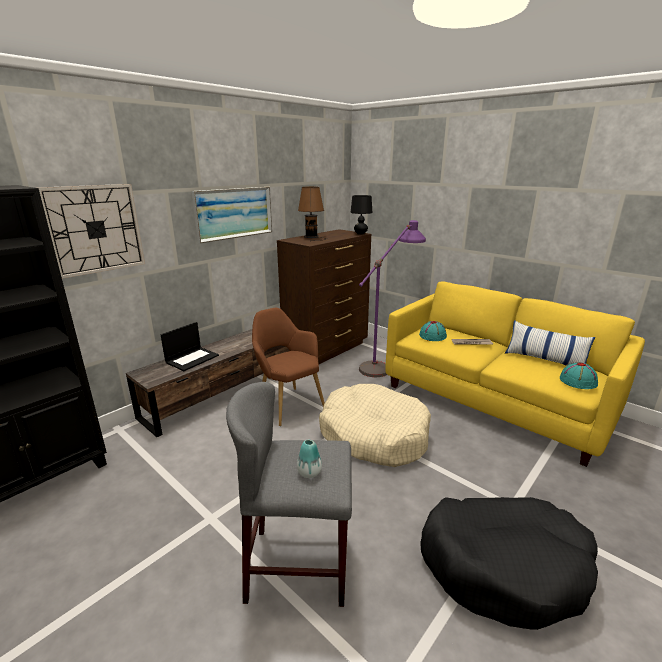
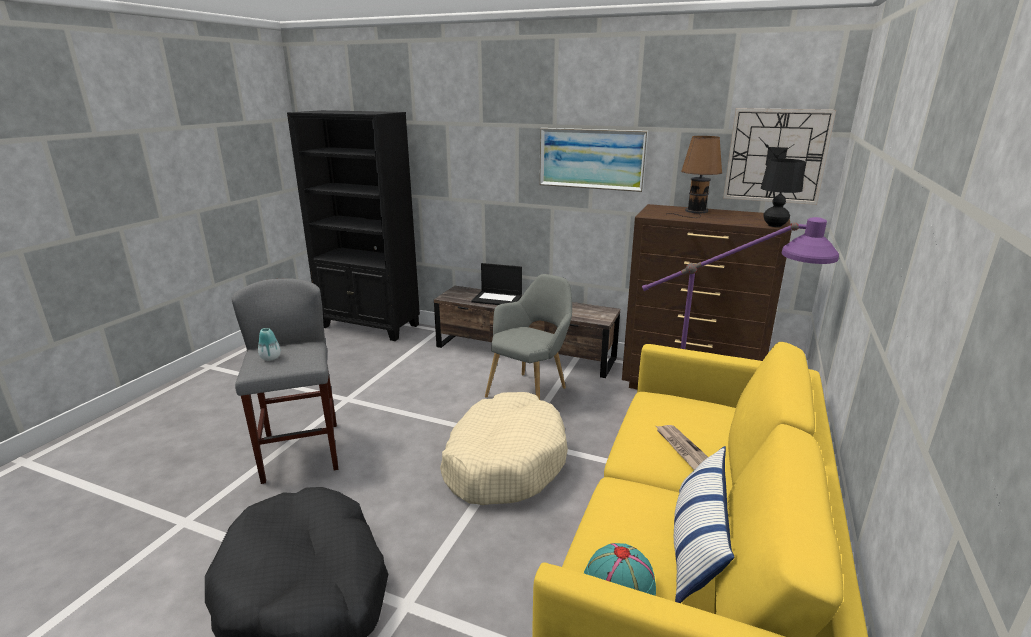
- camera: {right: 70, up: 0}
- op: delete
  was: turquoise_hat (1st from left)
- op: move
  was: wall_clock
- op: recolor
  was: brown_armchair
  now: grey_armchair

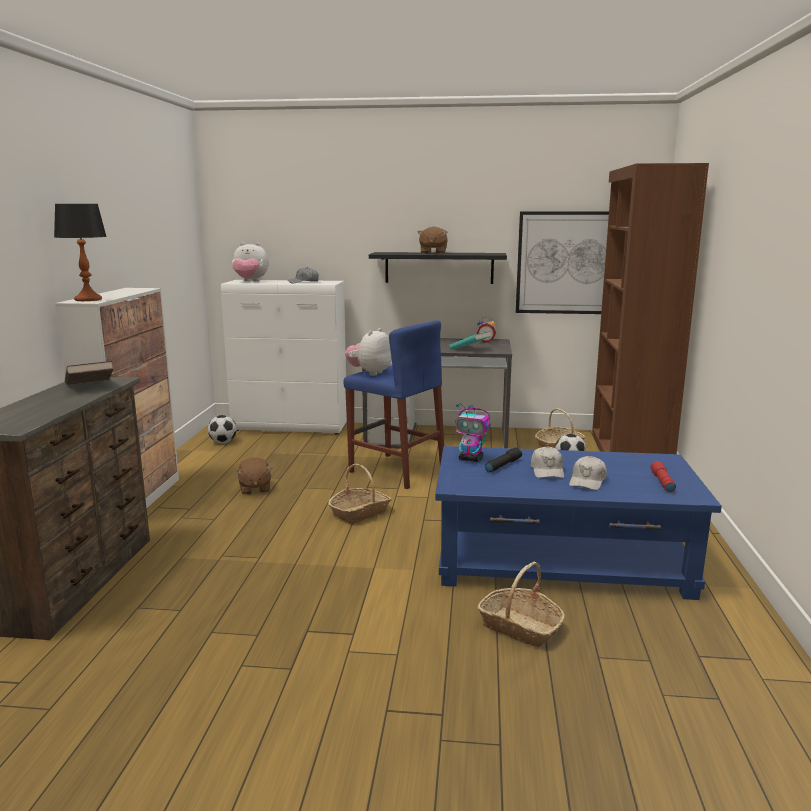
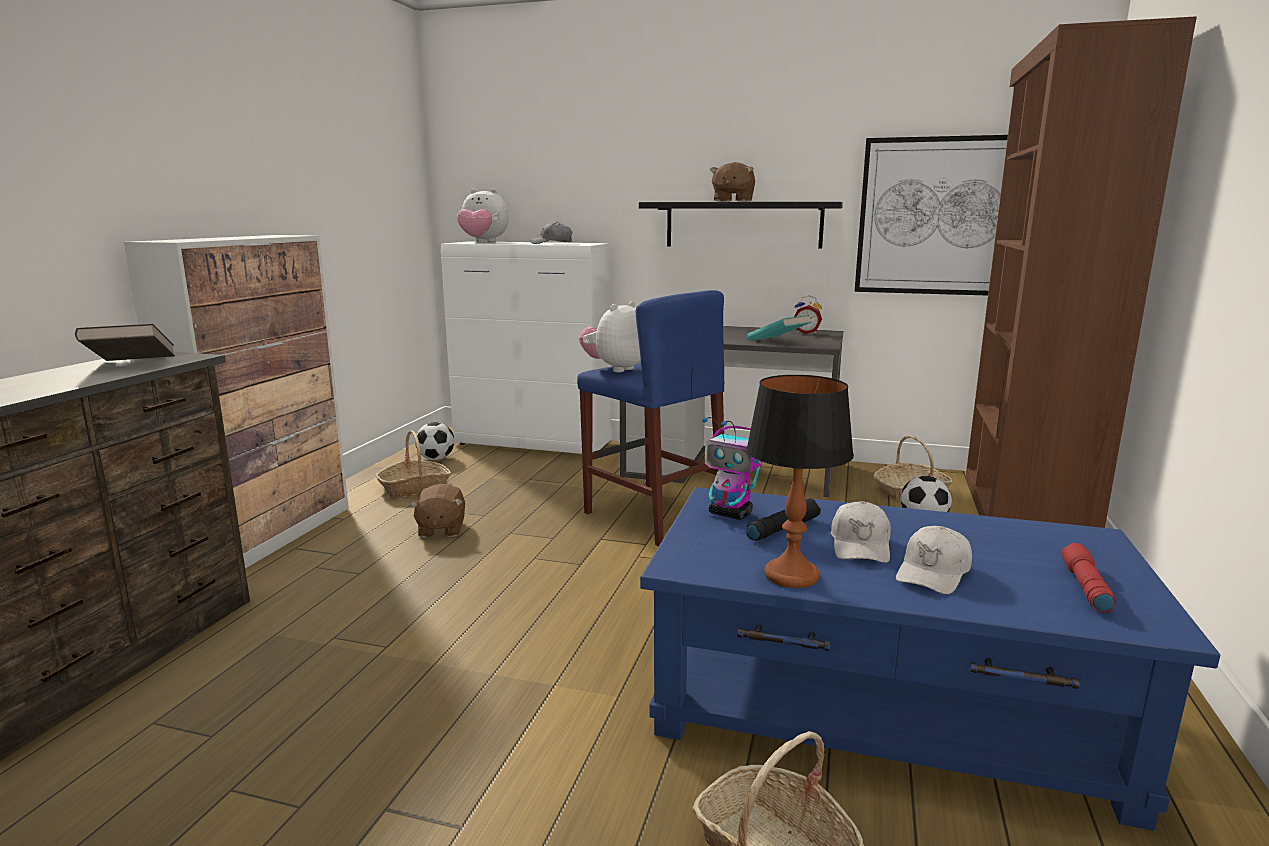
- camera: {right: 10, up: 0}
- op: move
  was: table_lamp
- op: move
  was: basket (1st from left)

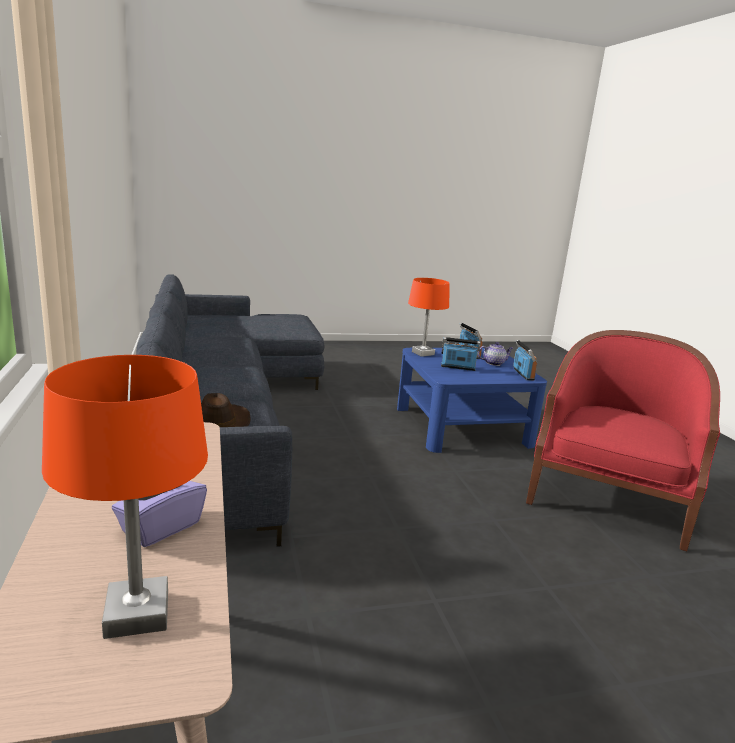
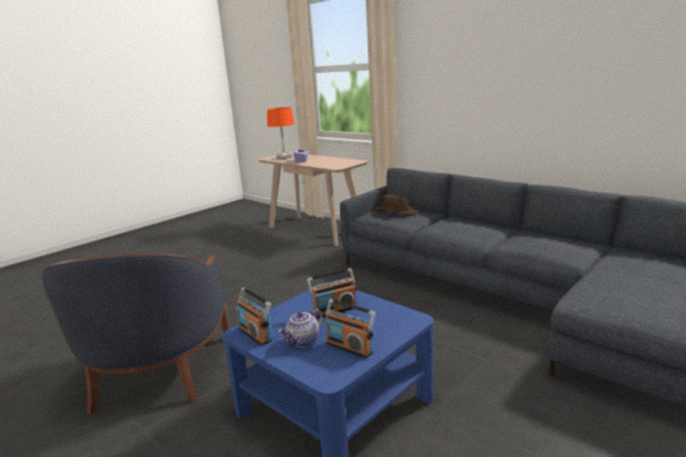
- camera: {right: 150, up: 0}
- op: delete
  was: orange_table_lamp (2nd from left)
- op: recolor
  was: red_armchair
  now: blue_armchair

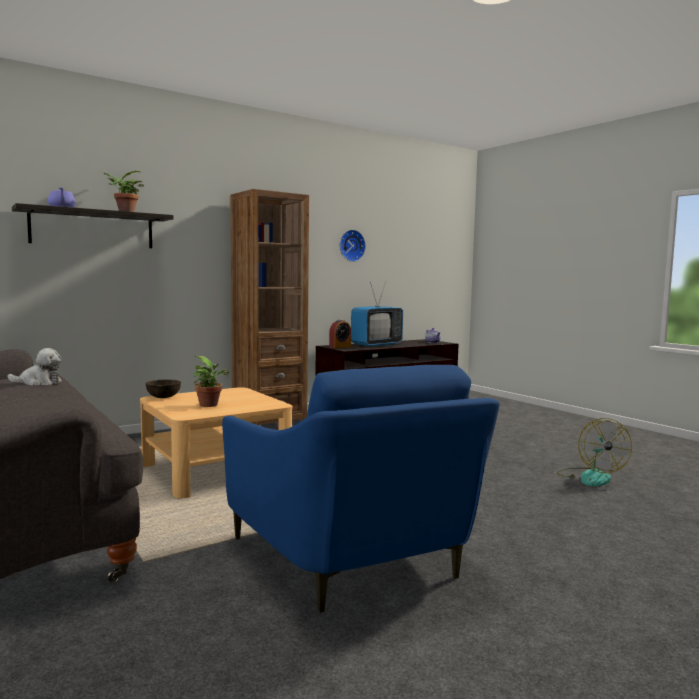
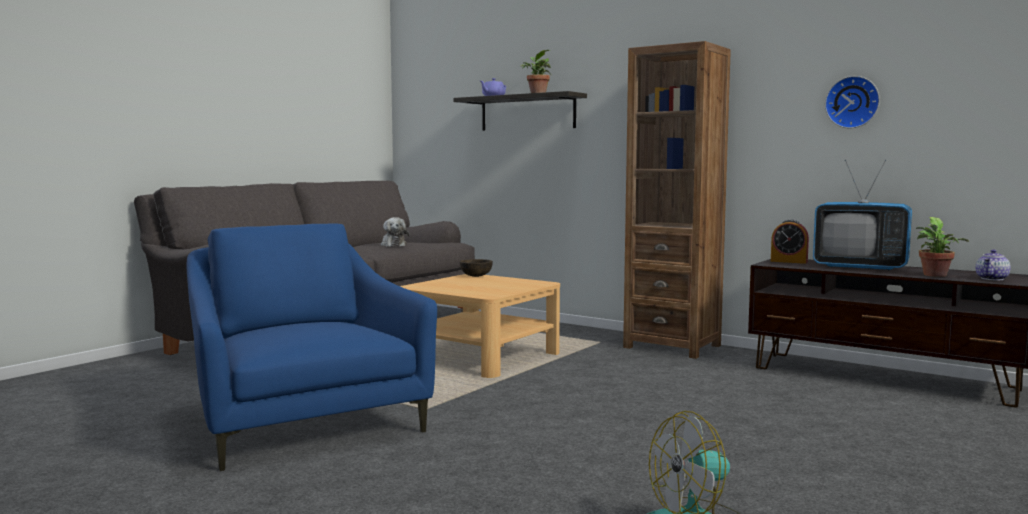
- camera: {right: 70, up: 0}
- op: move
  was: potted_plant (2nd from left)
- op: rotate
  was: blue_armchair
  clockwise: 105

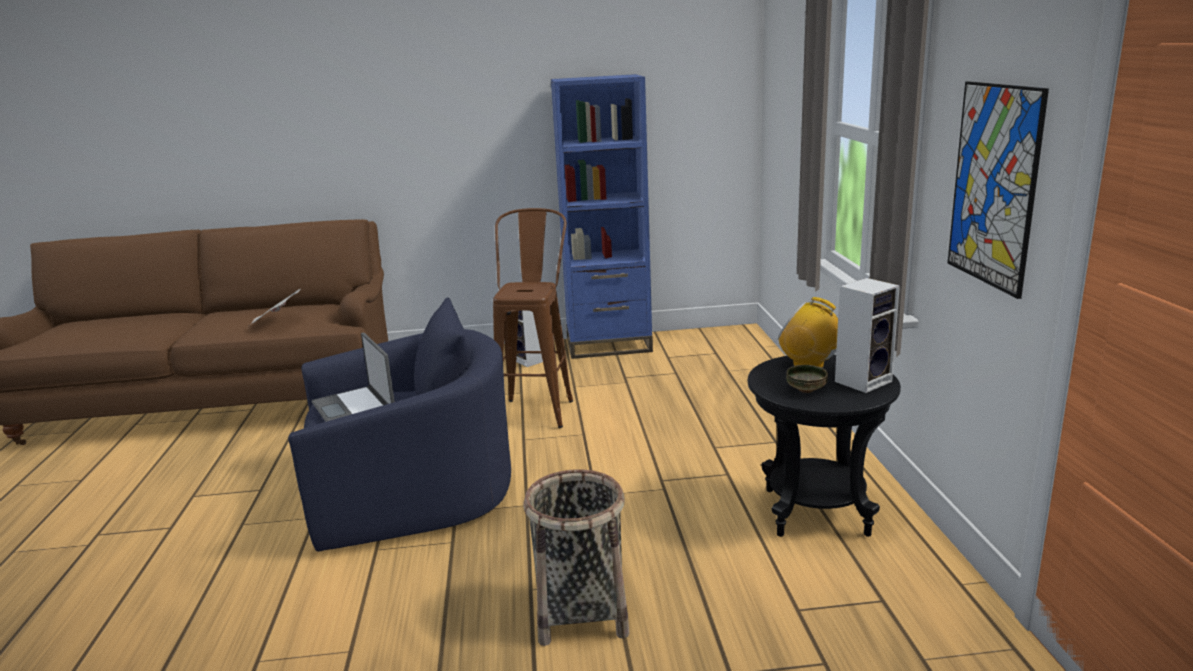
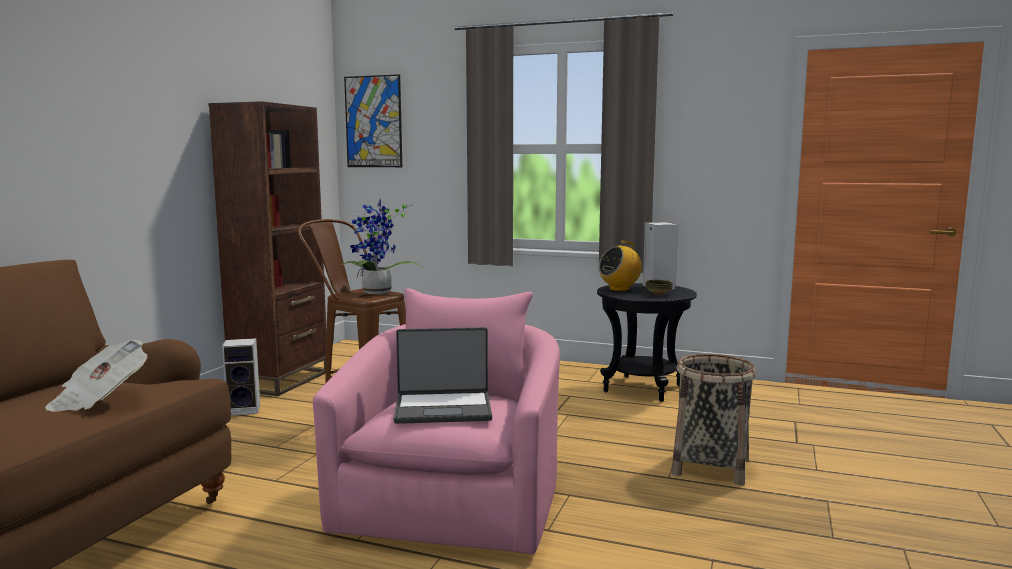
- camera: {right: -65, up: -10}
- op: insert
  now: potted_plant
- op: move
  was: picture
- op: recolor
  was: blue_armchair
  now: pink_armchair
- op: recolor
  was: blue_bookcase
  now: brown_bookcase

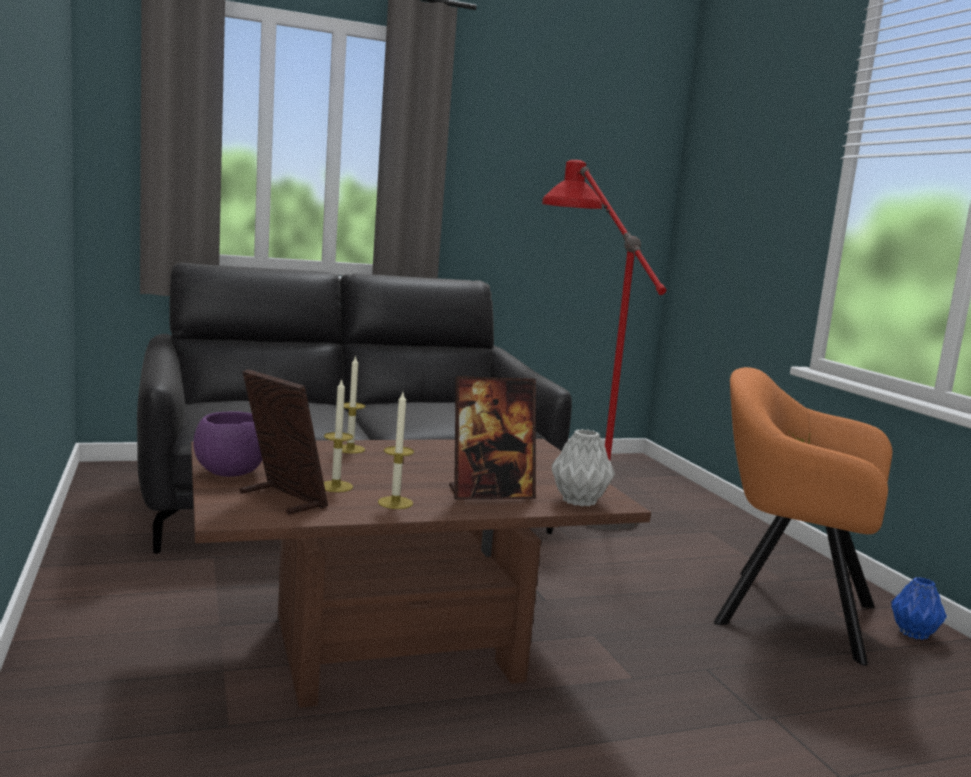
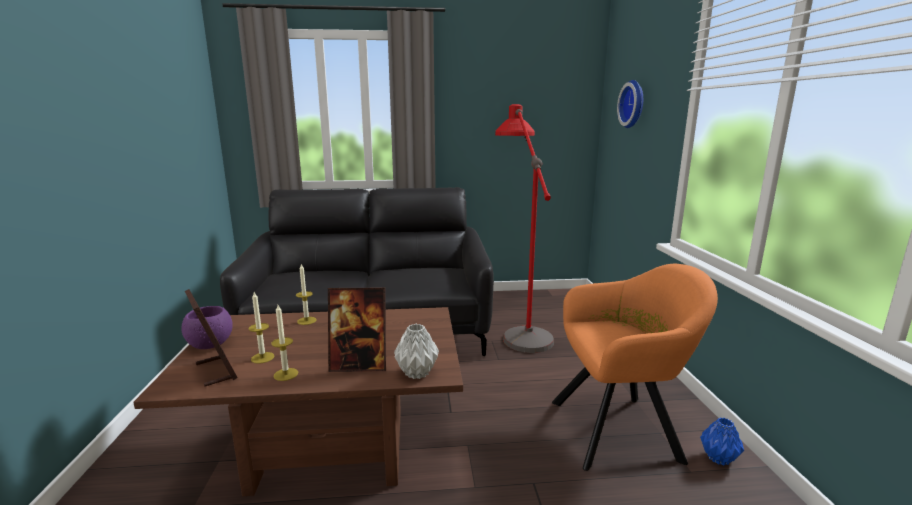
- camera: {right: 15, up: 5}
- op: insert
  now: wall_clock
- op: rotate
  was: orange_armchair
  clockwise: 135

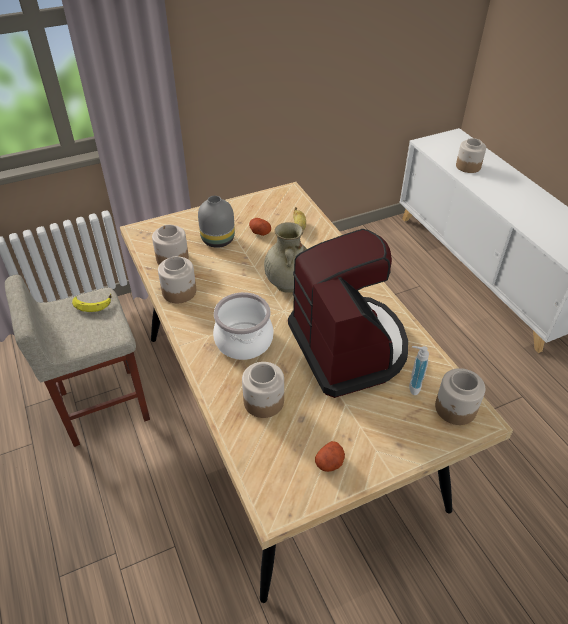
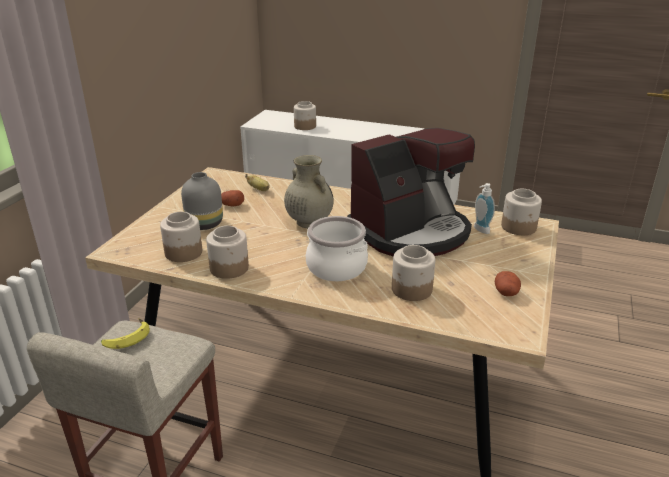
- camera: {right: -45, up: -15}
- op: rotate
  was: coffee_machine
  clockwise: 120

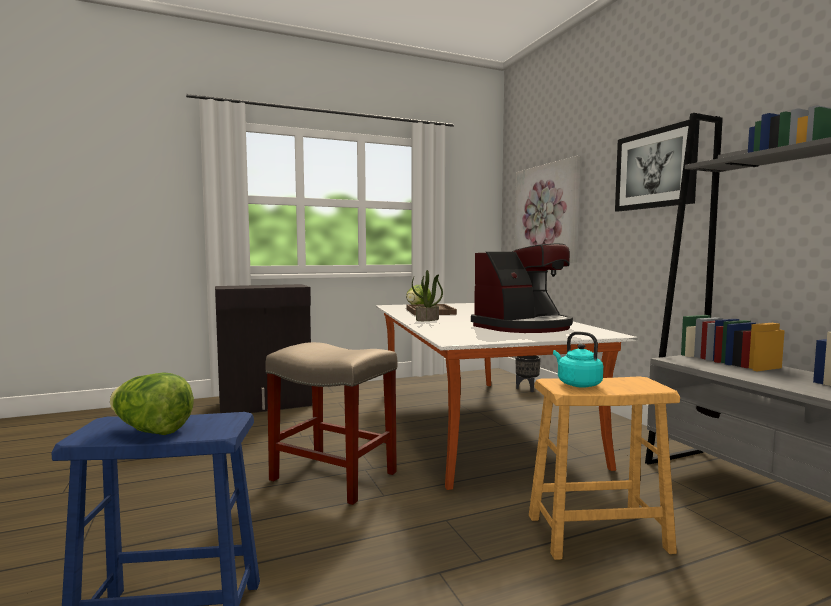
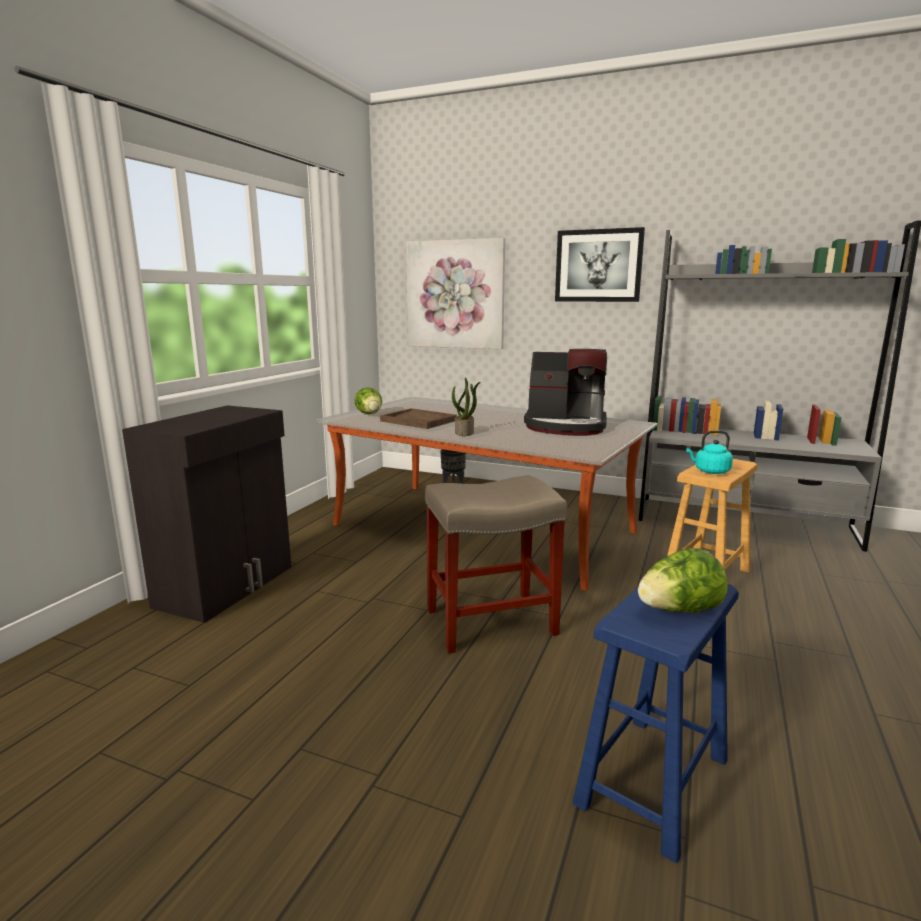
- camera: {right: -45, up: 10}
- op: rotate
  was: coffee_machine
  clockwise: 90

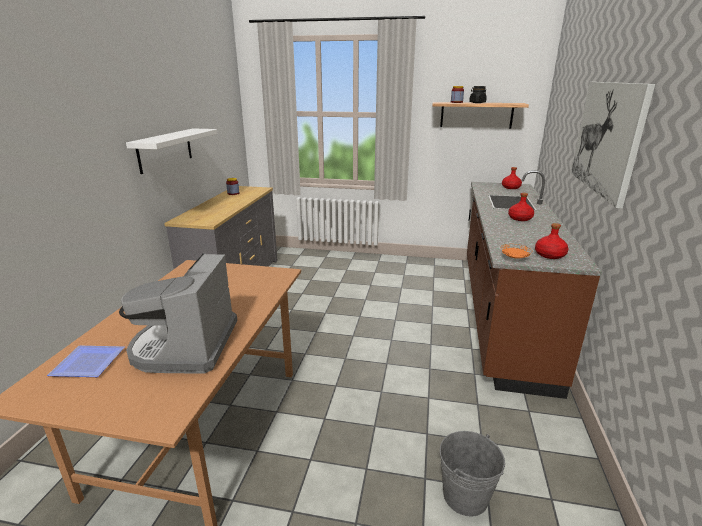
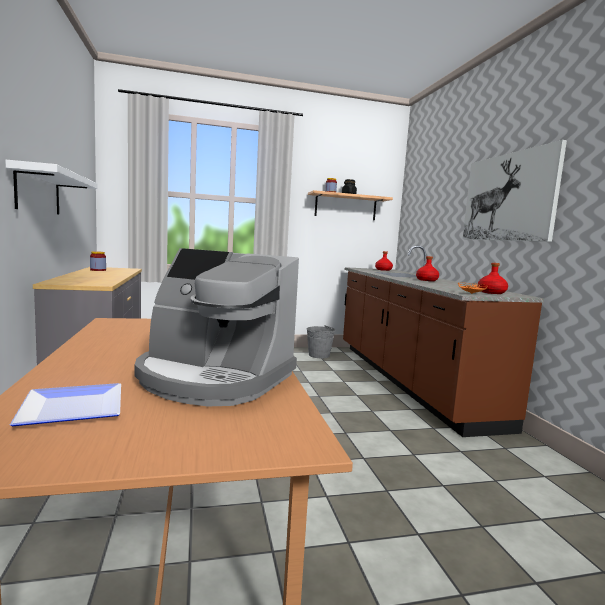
- camera: {right: -25, up: -15}
- op: move
  was: grey_bucket
- op: rotate
  was: coffee_machine
  clockwise: -45

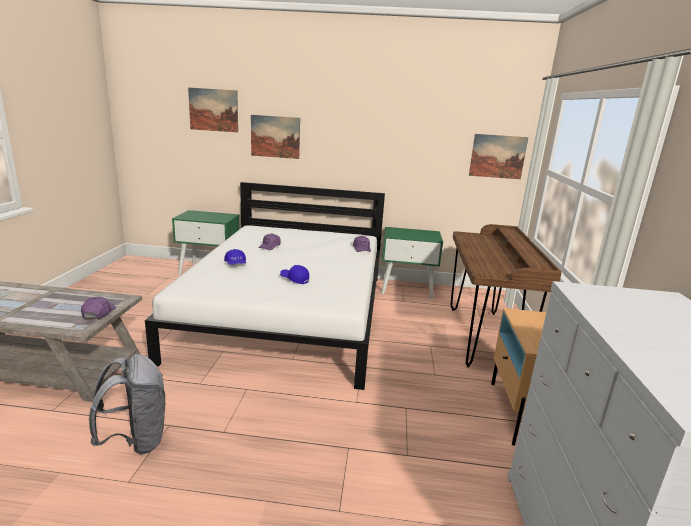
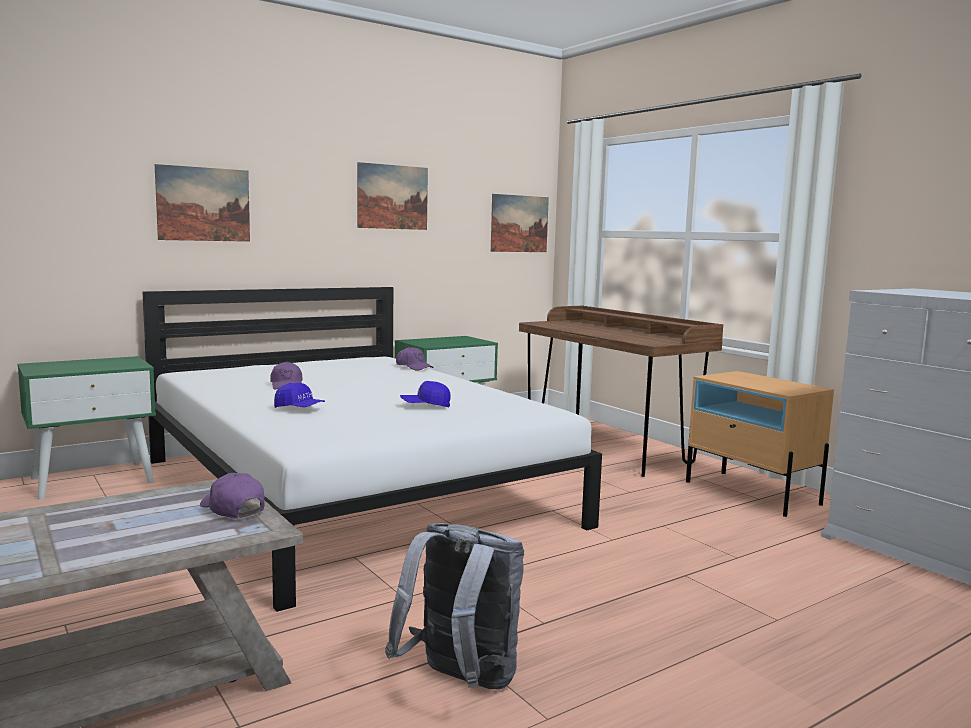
- camera: {right: -40, up: -10}
- op: move
  was: picture (1st from left in the first image)
  now: picture (2nd from left)

